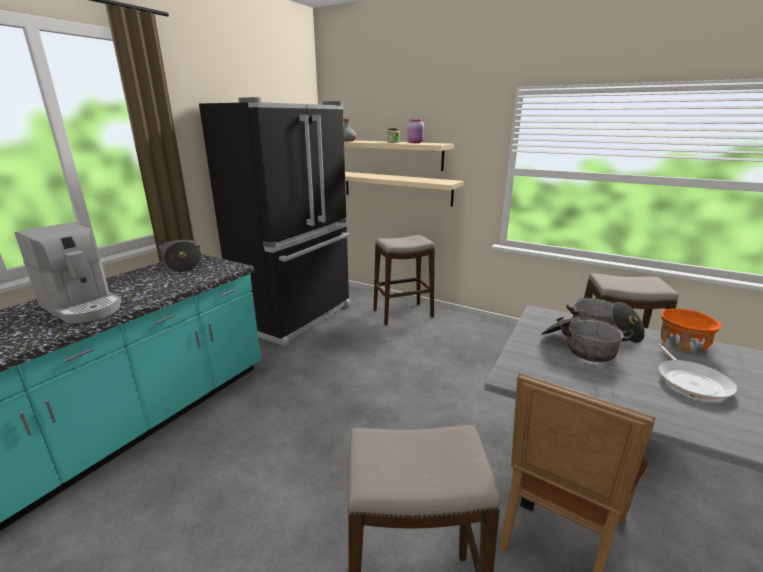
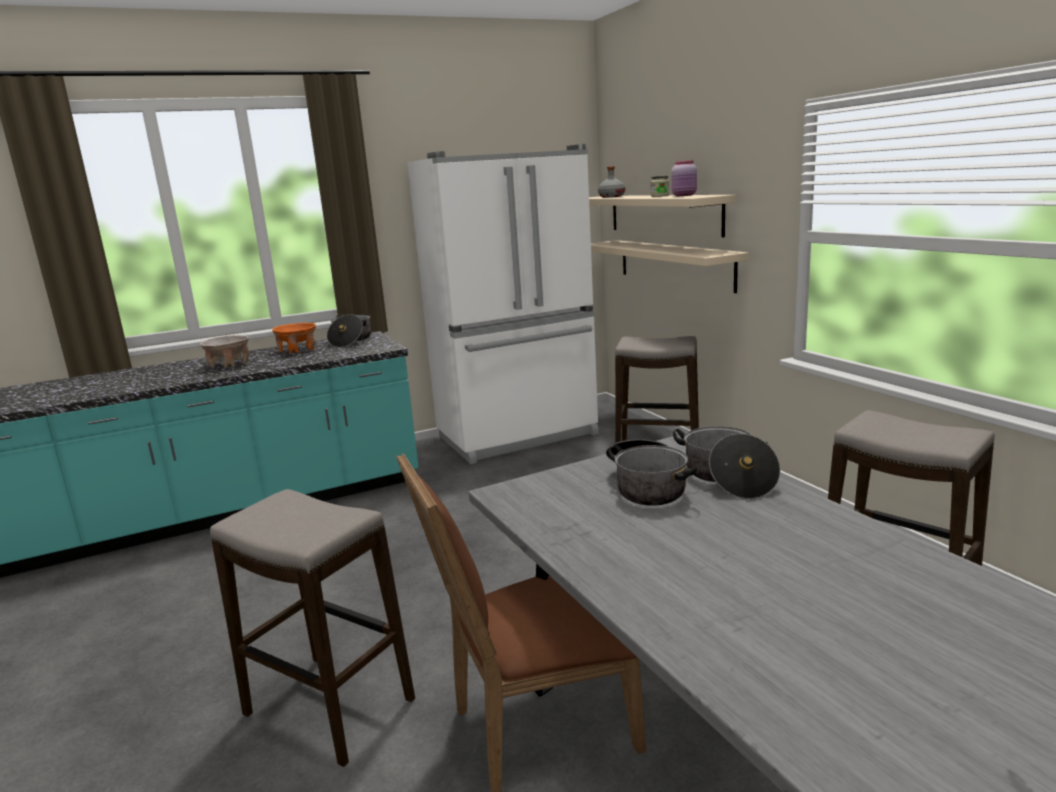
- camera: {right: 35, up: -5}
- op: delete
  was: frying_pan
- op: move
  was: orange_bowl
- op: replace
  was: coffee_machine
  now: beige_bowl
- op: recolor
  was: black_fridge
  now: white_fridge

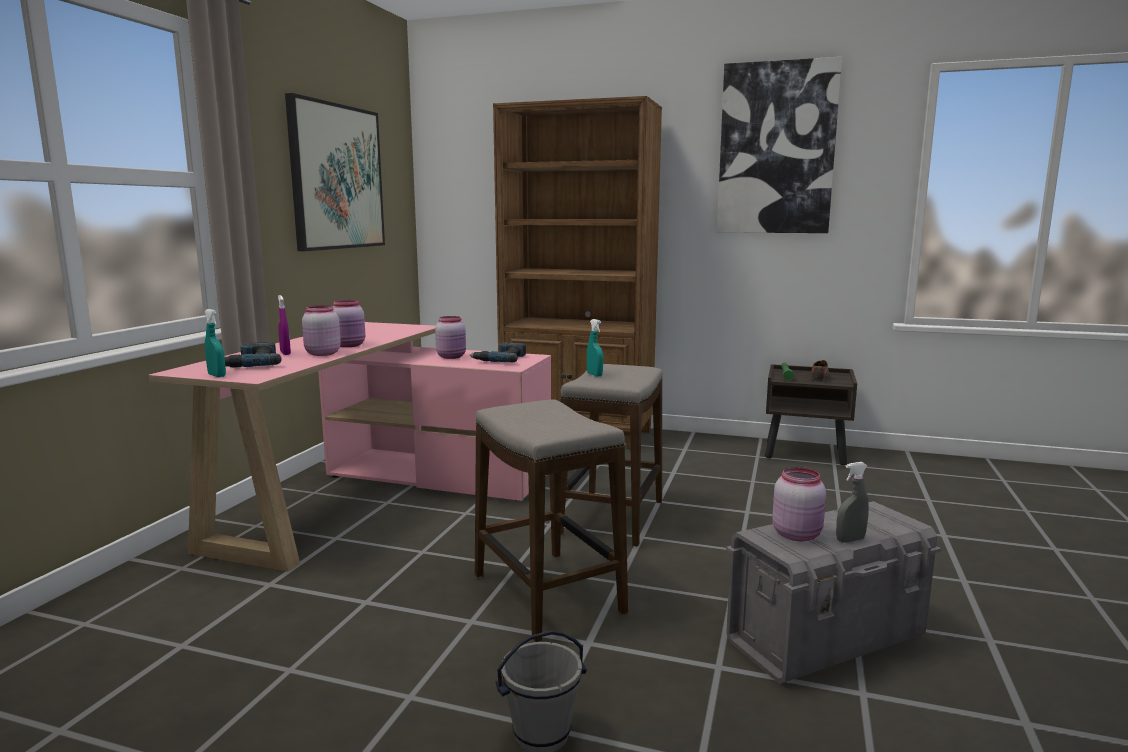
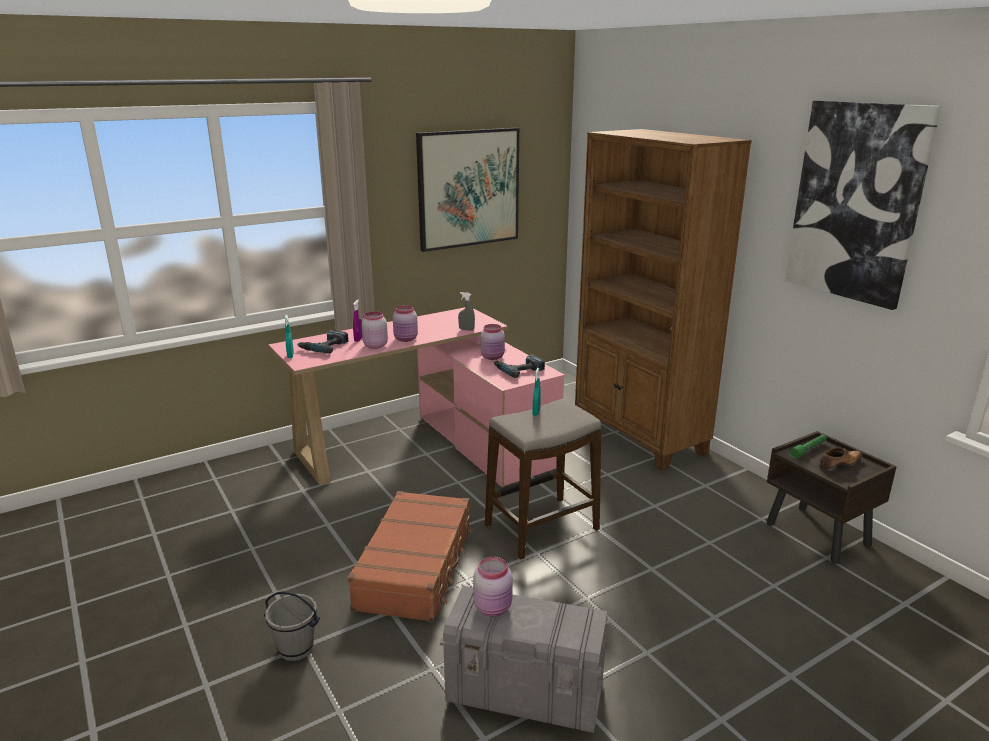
- camera: {right: 40, up: 10}
- op: move
  was: grey_spray_bottle
- op: replace
  was: stool (1st from left)
  now: brown_suitcase

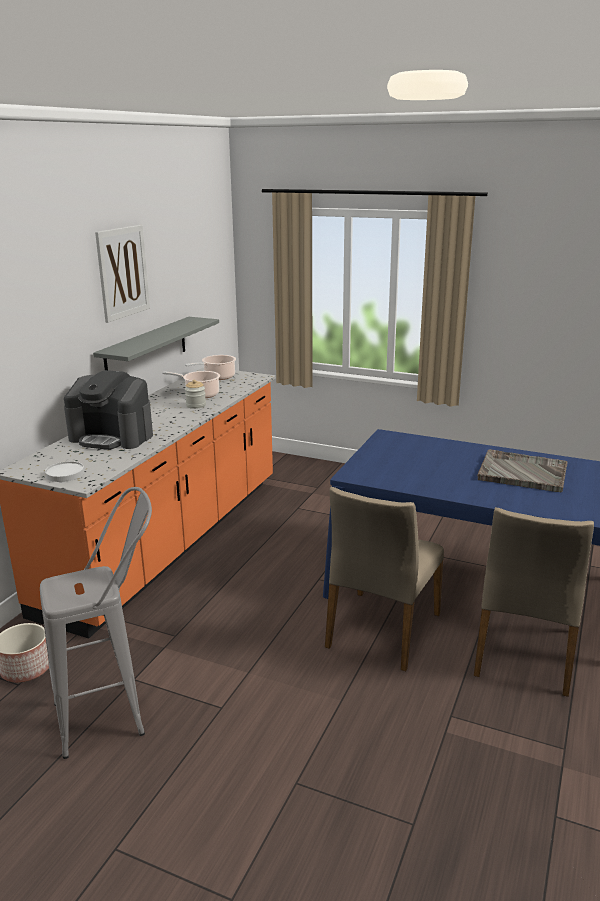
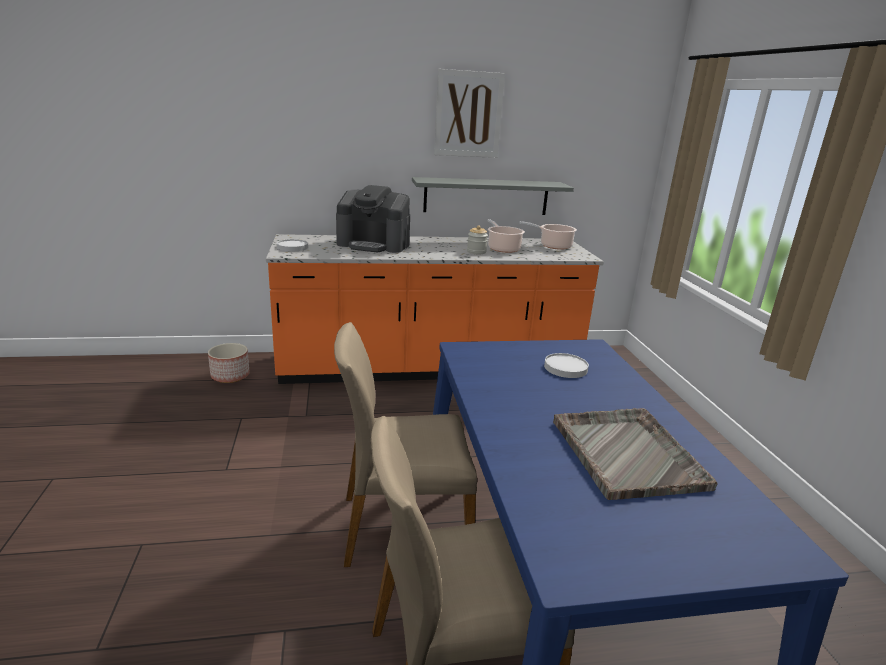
- camera: {right: 55, up: 0}
- op: delete
  was: grey_stool
- op: insert
  now: white_plate (2nd from left)
- op: rotate
  was: coffee_machine
  clockwise: -60

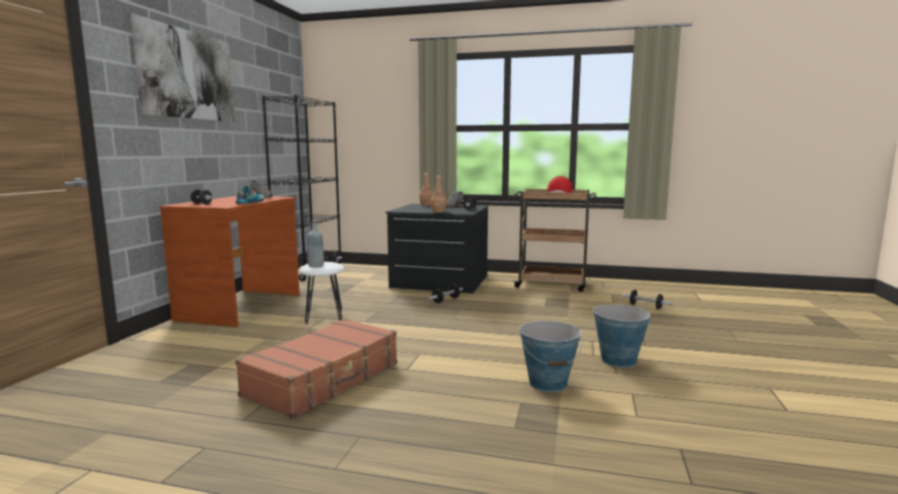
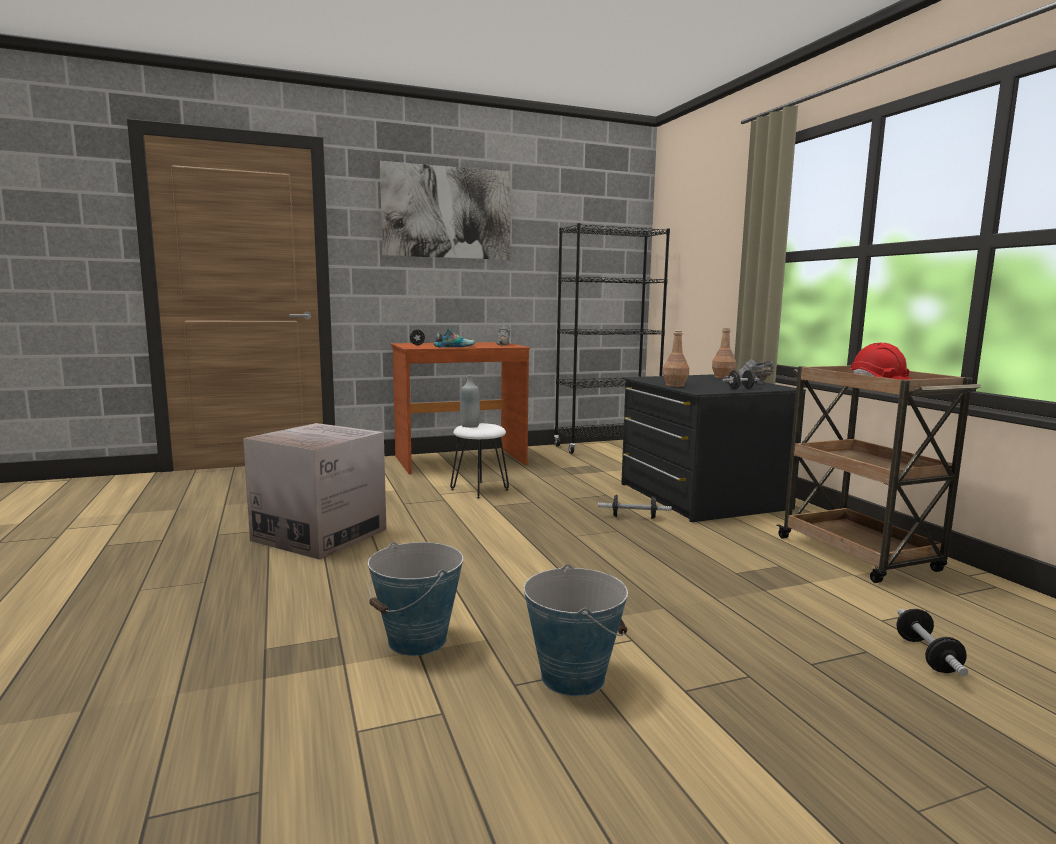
- camera: {right: 55, up: 0}
- op: replace
  was: brown_suitcase
  now: cardboard_box

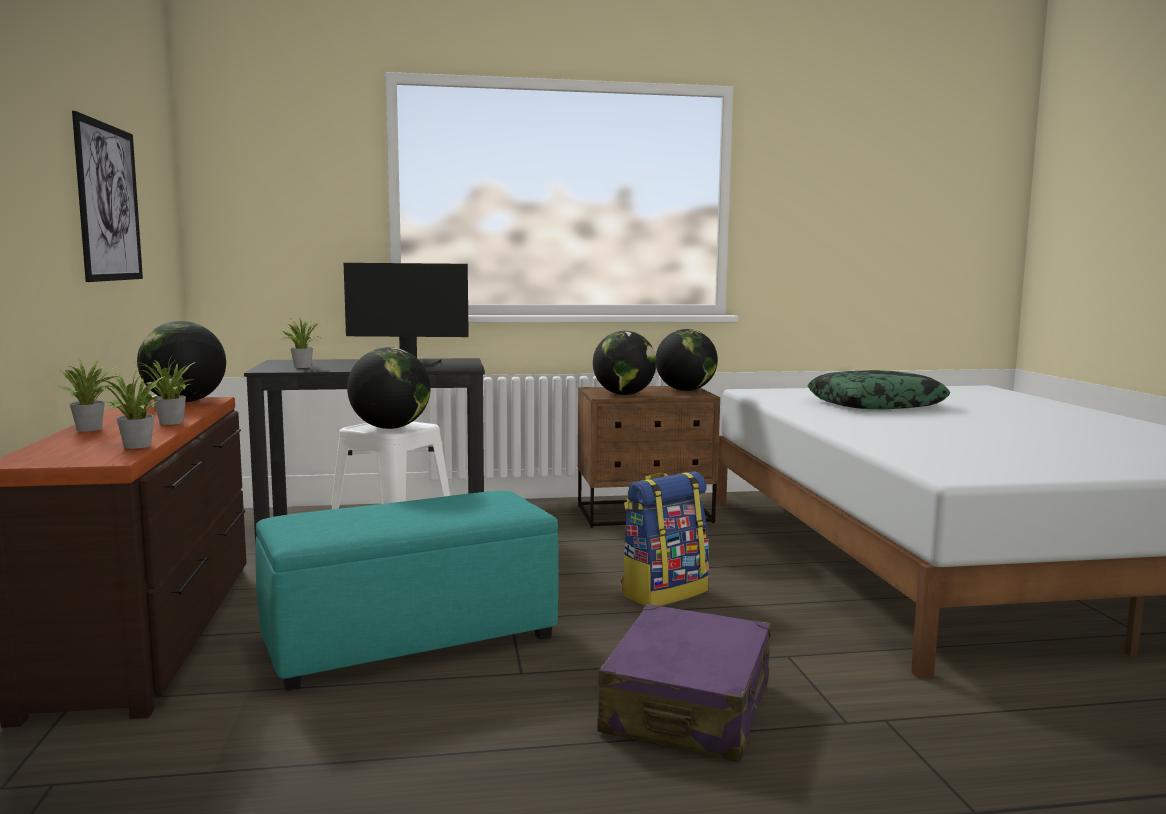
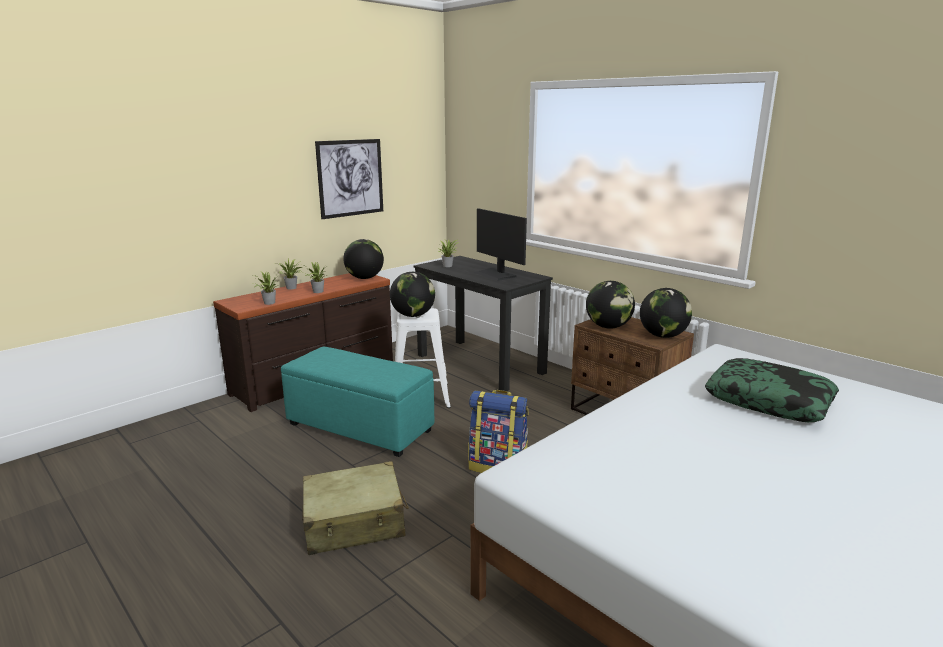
- camera: {right: 55, up: 10}
- op: recolor
  was: purple_suitcase
  now: beige_suitcase

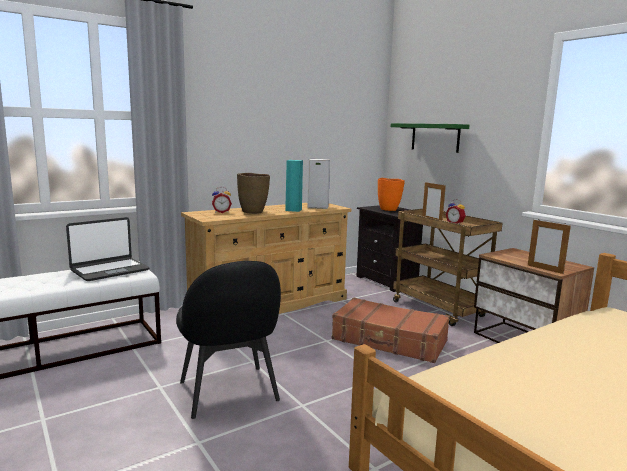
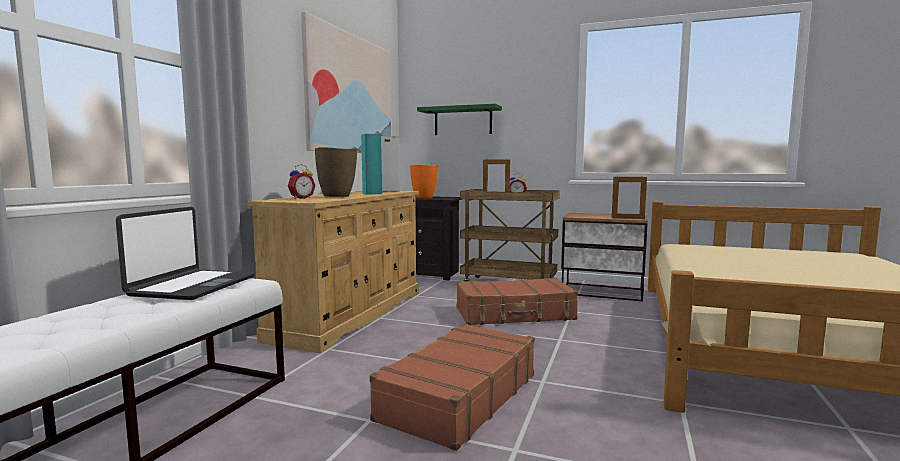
- camera: {right: -35, up: -5}
- op: insert
  now: picture
- op: replace
  was: black_chair
  now: brown_suitcase (1st from left)

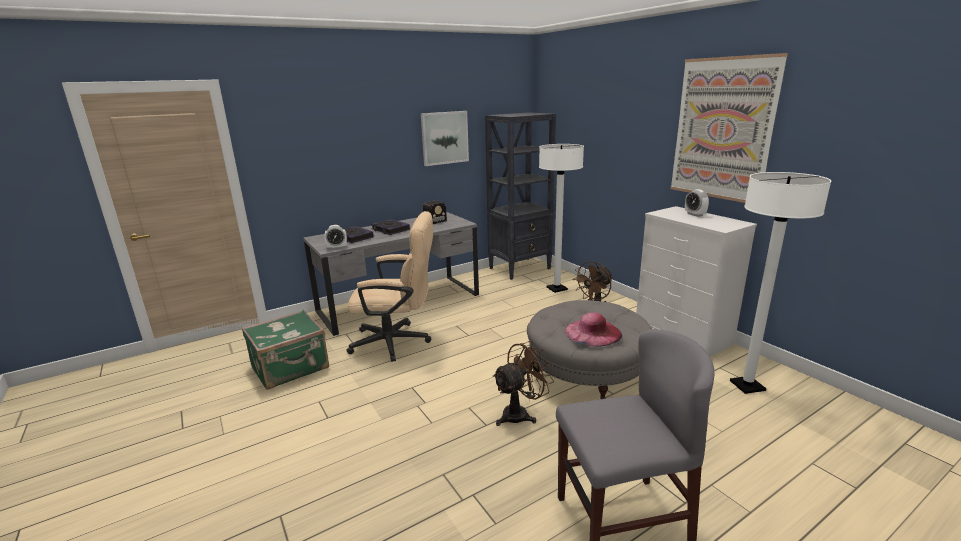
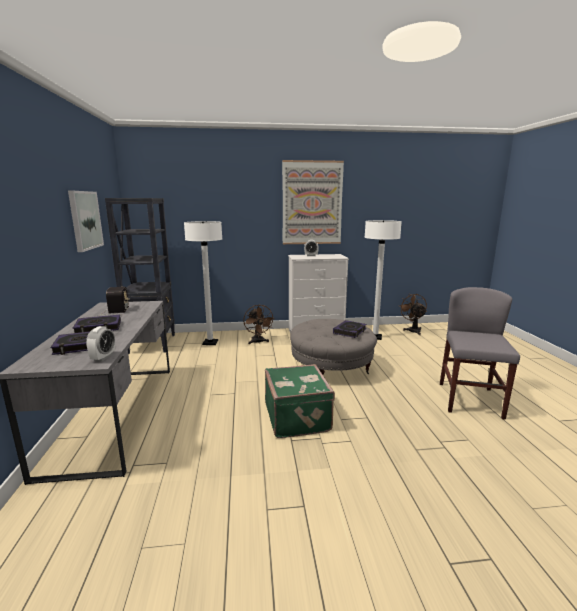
- camera: {right: -65, up: -5}
- op: delete
  was: beige_office_chair
- op: move
  was: green_suitcase
- op: move
  was: brown_fan (1st from left in the first image)
  now: brown_fan (2nd from left)
- op: replace
  was: pink_hat
  now: book (3rd from left)

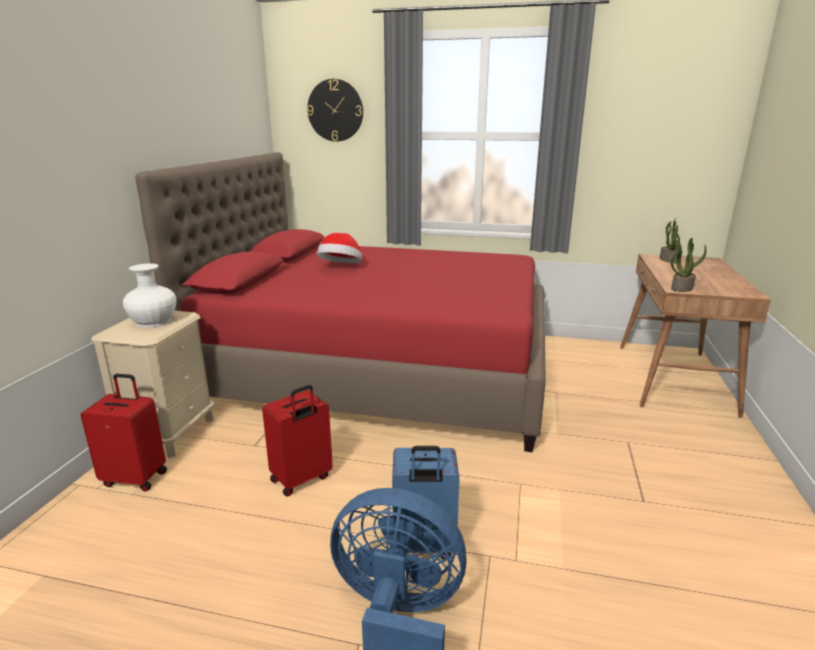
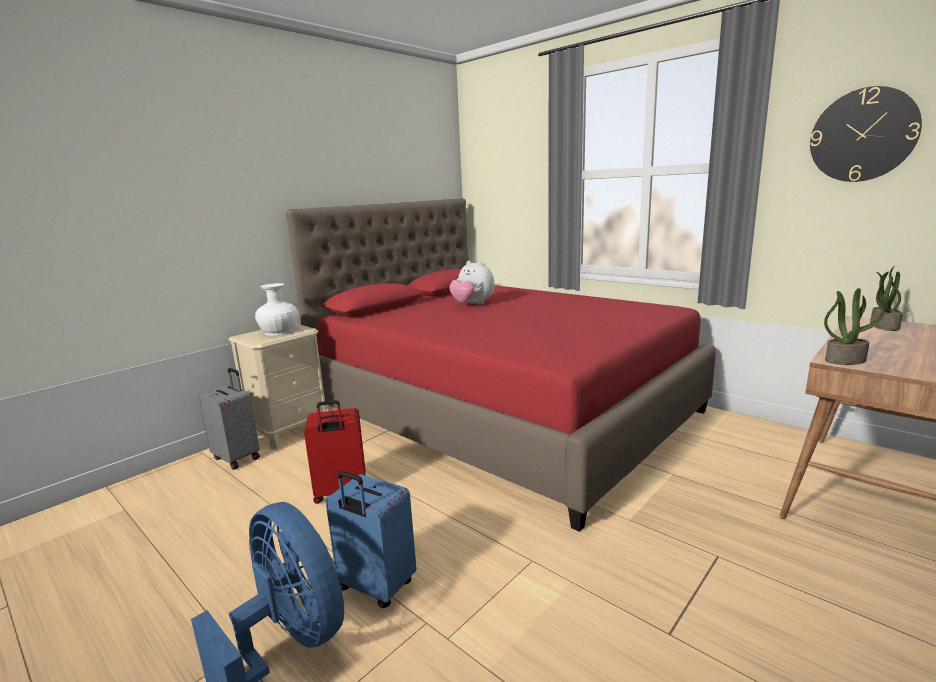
- camera: {right: 30, up: -5}
- op: move
  was: wall_clock
- op: replace
  was: hat
  now: plush_toy
- op: recolor
  was: red_suitcase (1st from left)
  now: grey_suitcase

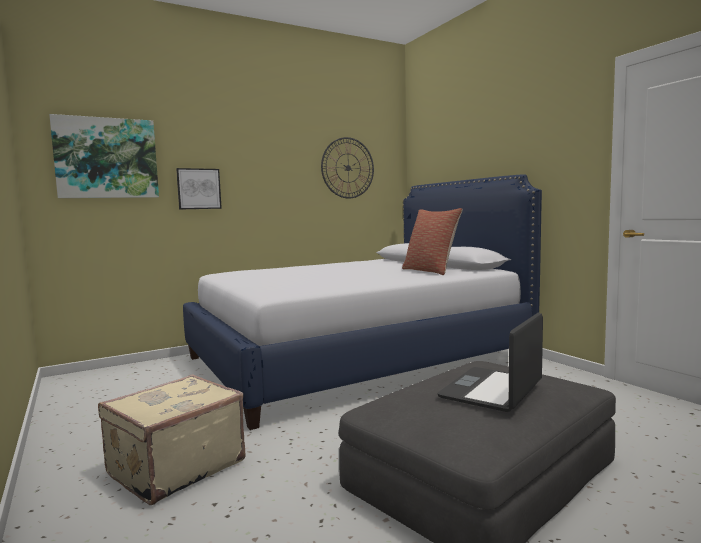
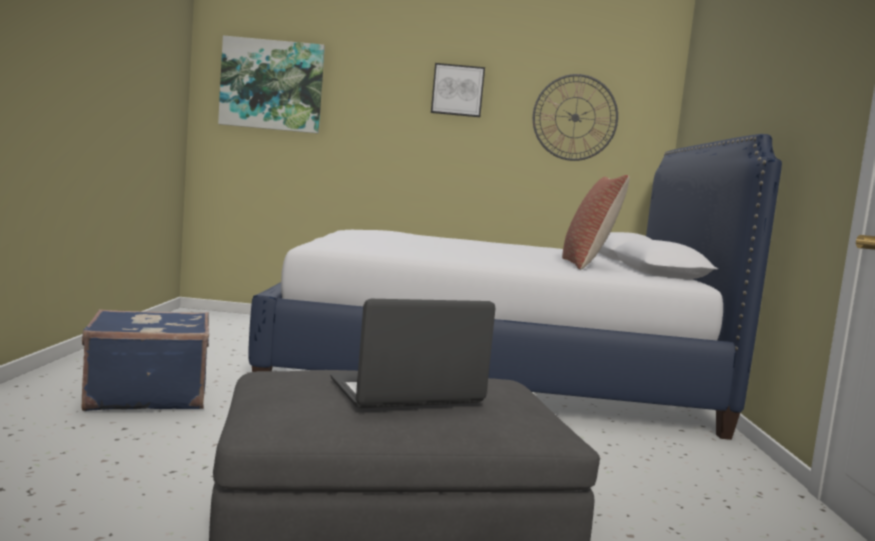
- camera: {right: 30, up: 0}
- op: move
  was: picture (2nd from left)
- op: recolor
  was: beige_suitcase
  now: blue_suitcase

